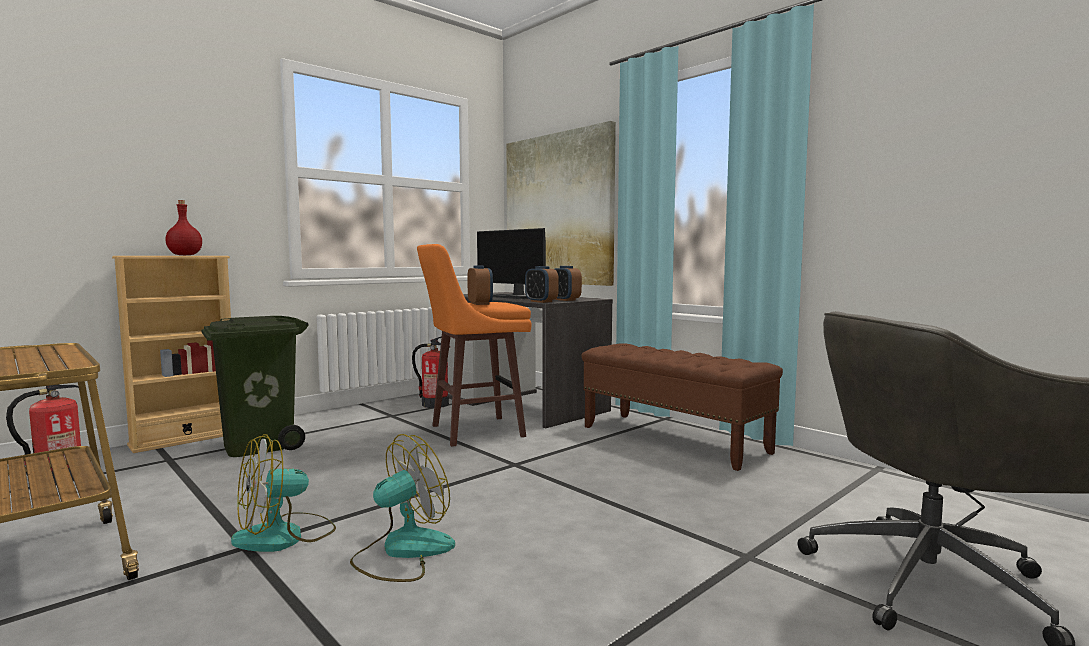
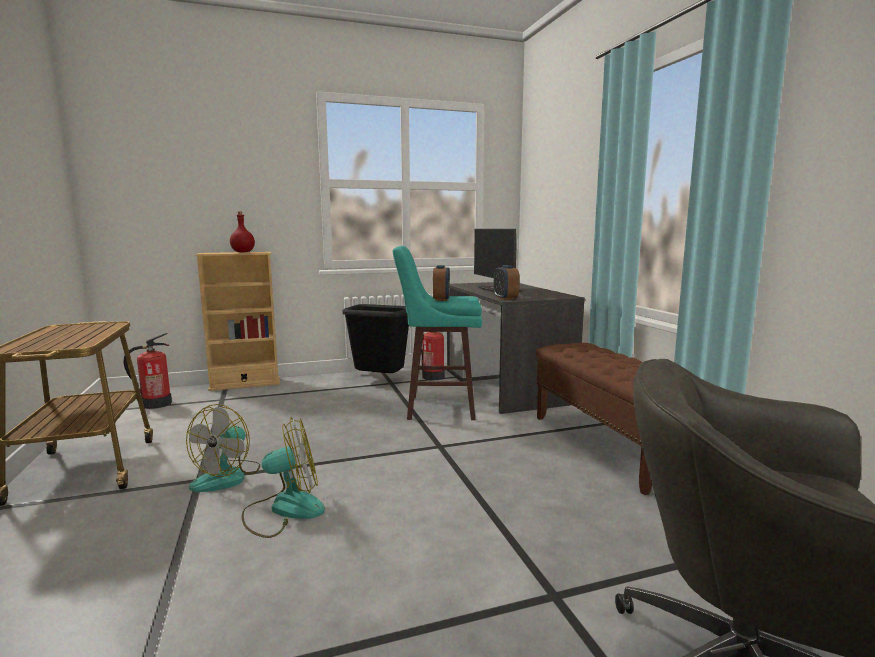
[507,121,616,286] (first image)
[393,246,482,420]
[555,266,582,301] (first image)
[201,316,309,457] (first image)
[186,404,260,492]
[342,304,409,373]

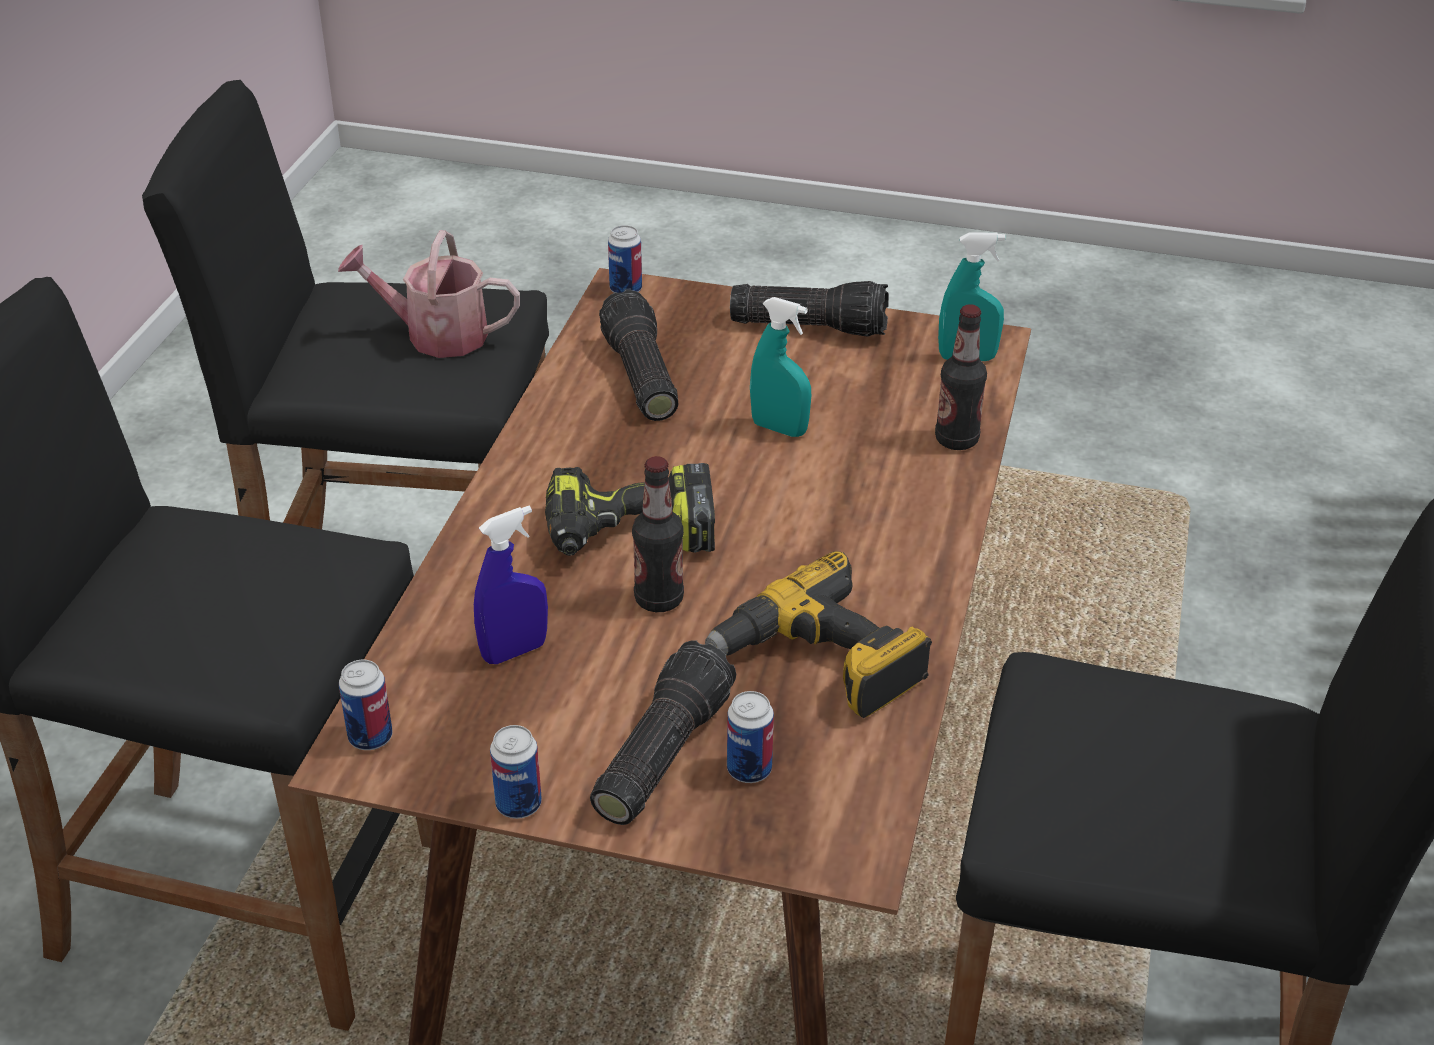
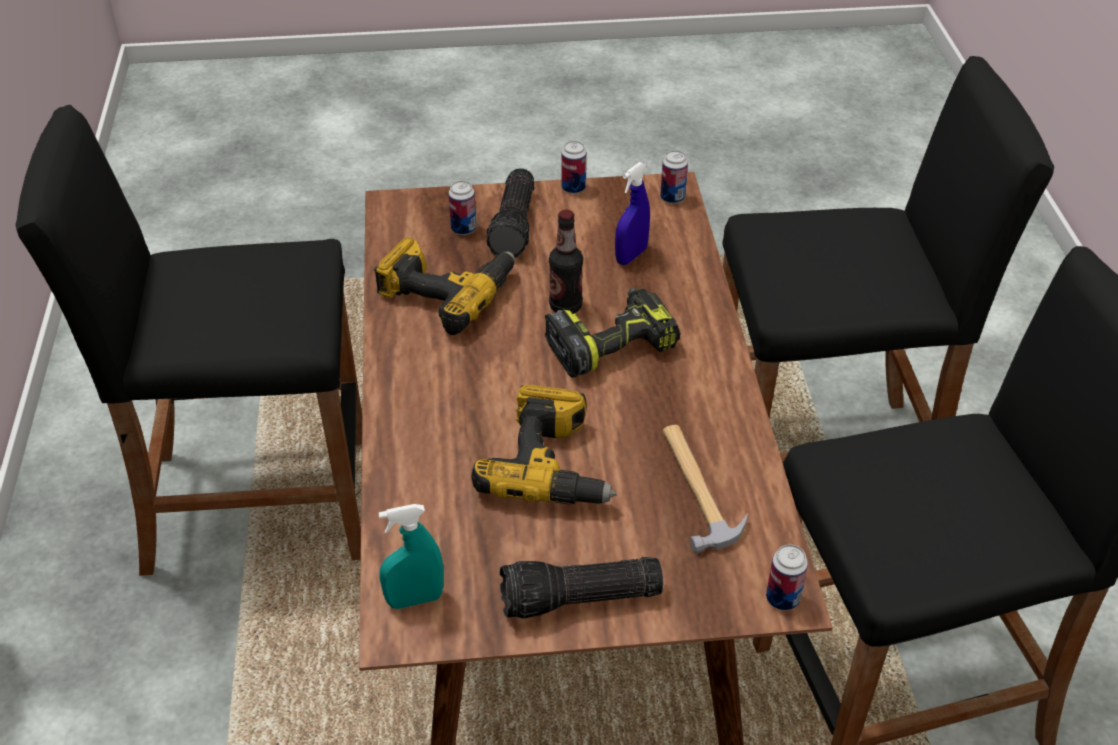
[338,230,520,358] (first image)
[663,425,748,554]
[471,385,617,504]
[935,304,987,450] (first image)

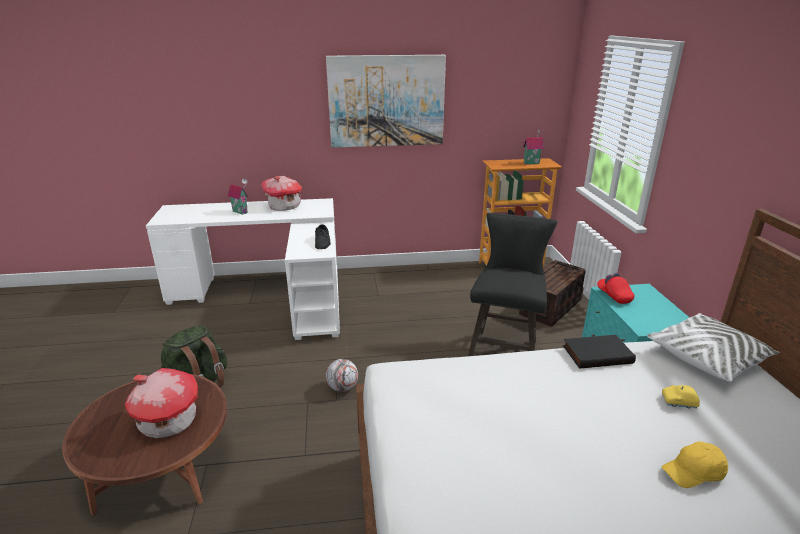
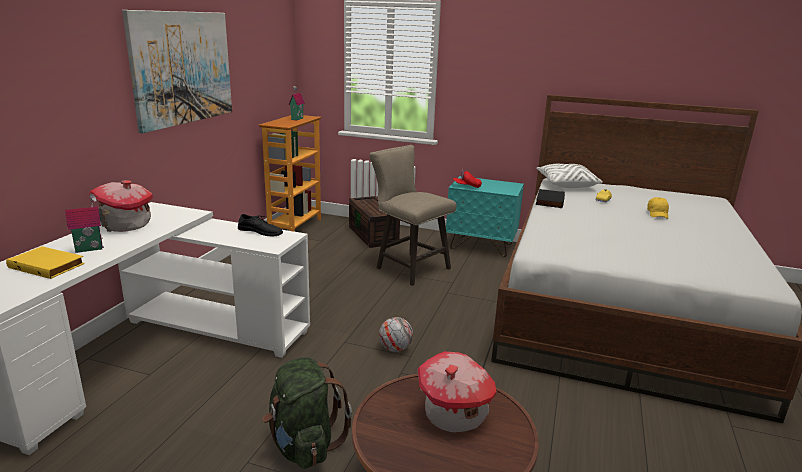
[369,145,456,286]
[6,246,85,279]

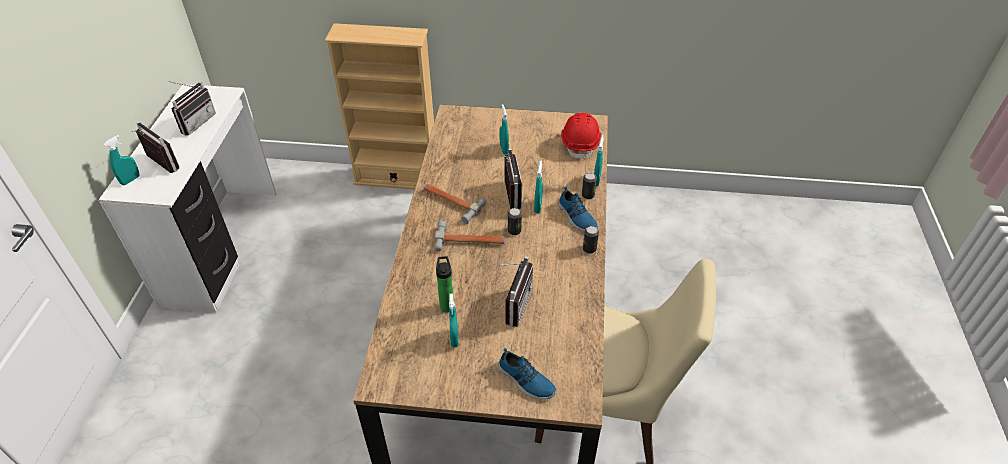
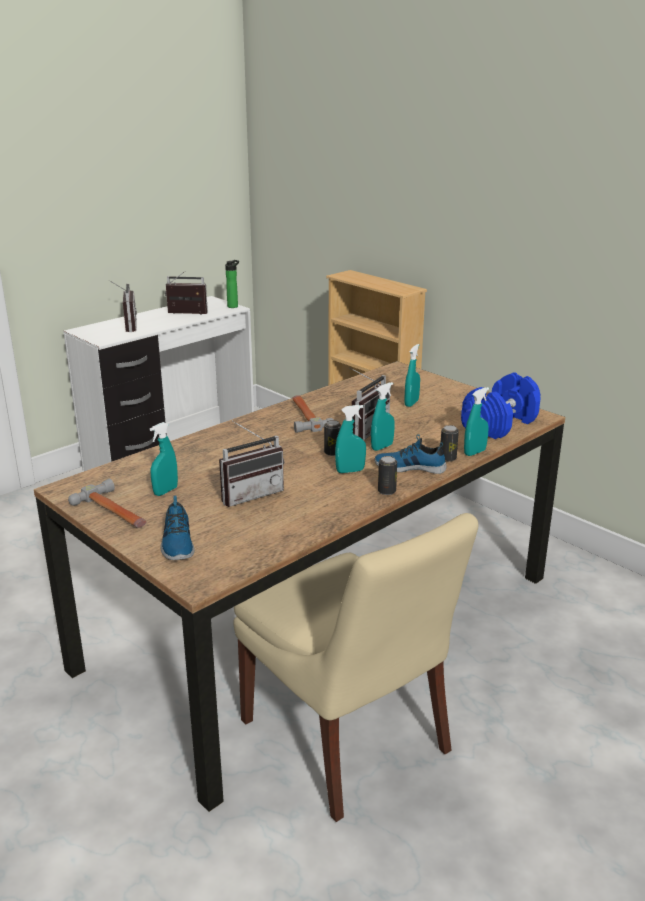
[165,271,208,315]
[461,372,541,439]
[335,405,366,473]
[375,434,447,474]
[68,479,146,528]
[225,260,239,308]

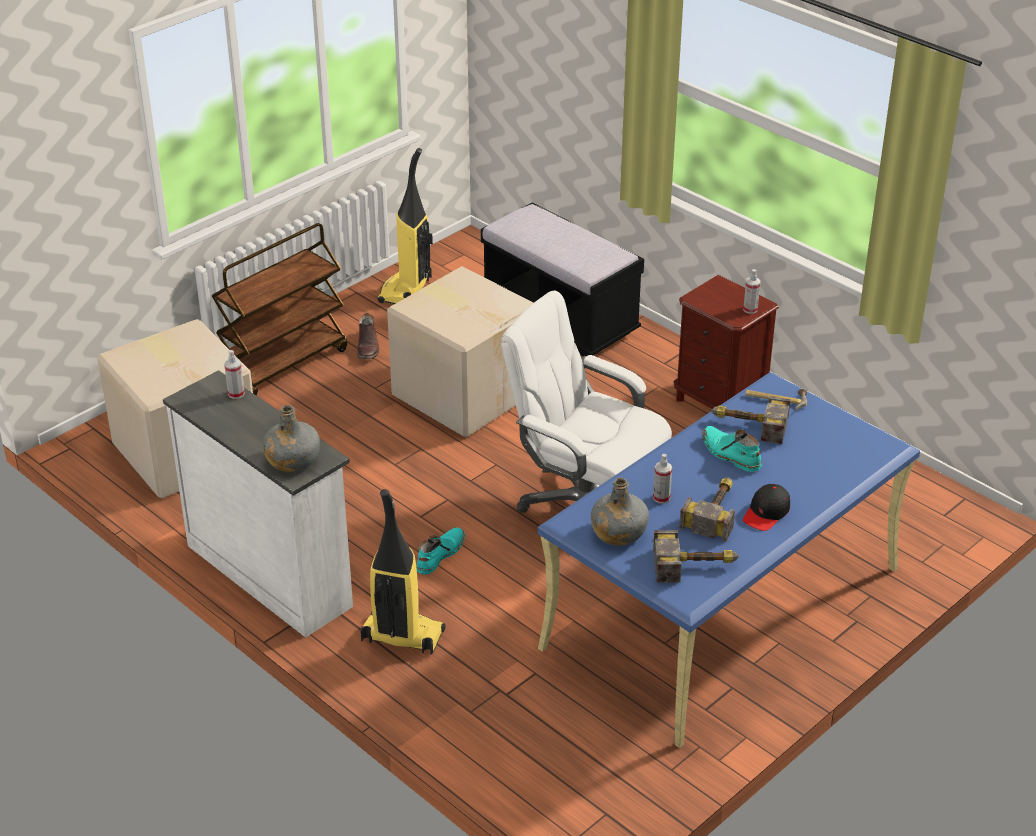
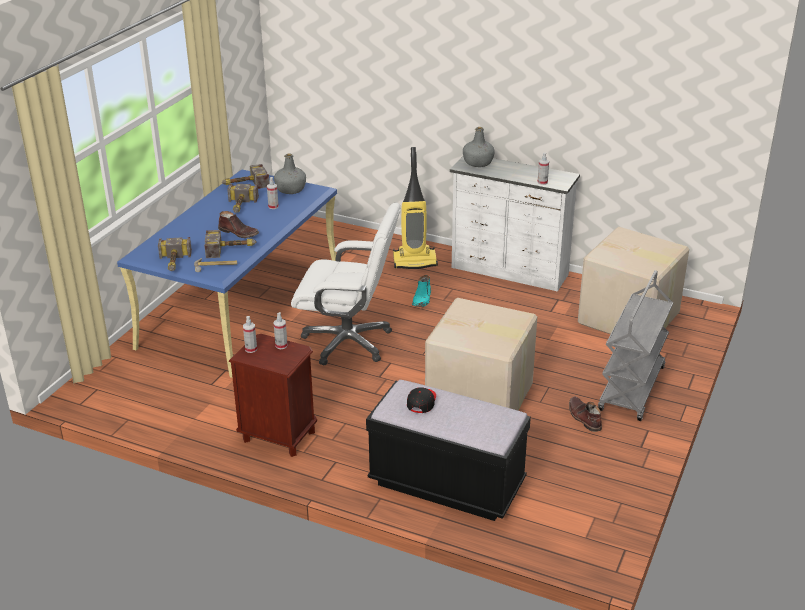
[377,148,433,304] (first image)
[598,270,673,421]
[218,211,259,238]
[407,387,436,413]
[158,237,192,271]
[274,312,288,349]

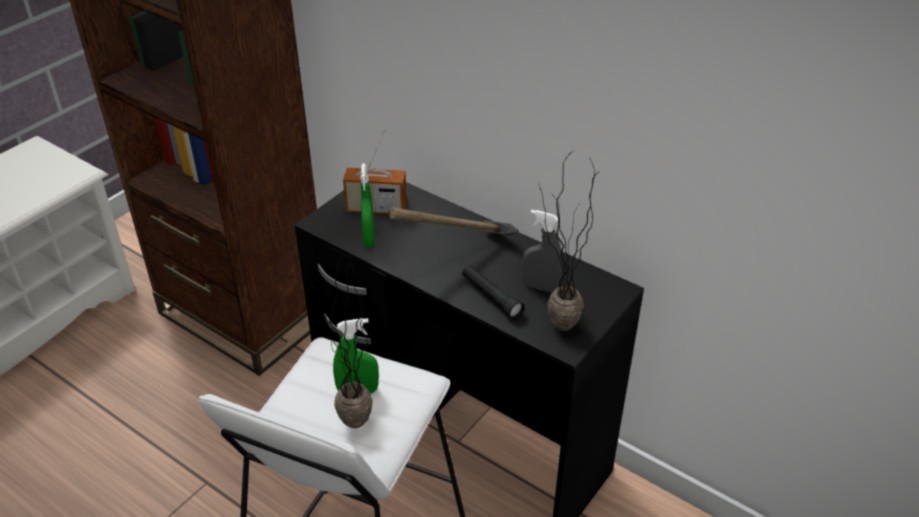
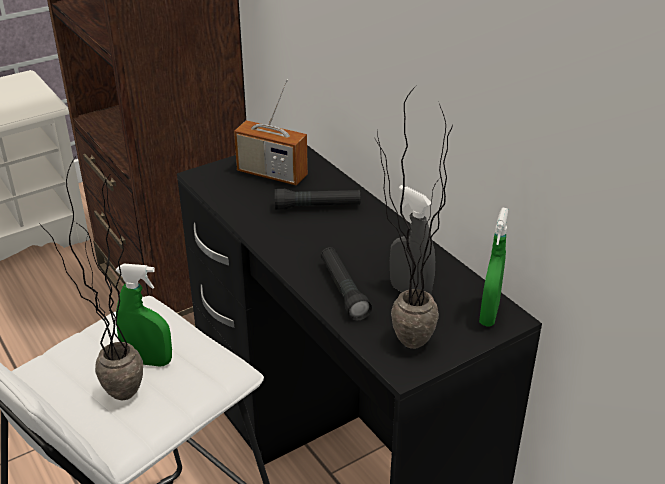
[479,208,508,326]
[389,208,519,235] (first image)
[275,189,360,210]

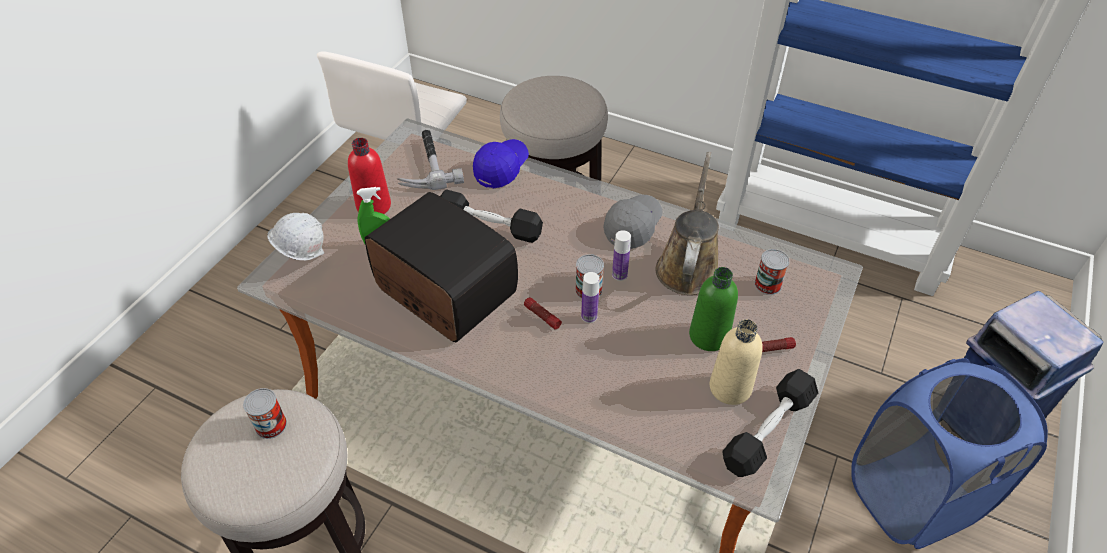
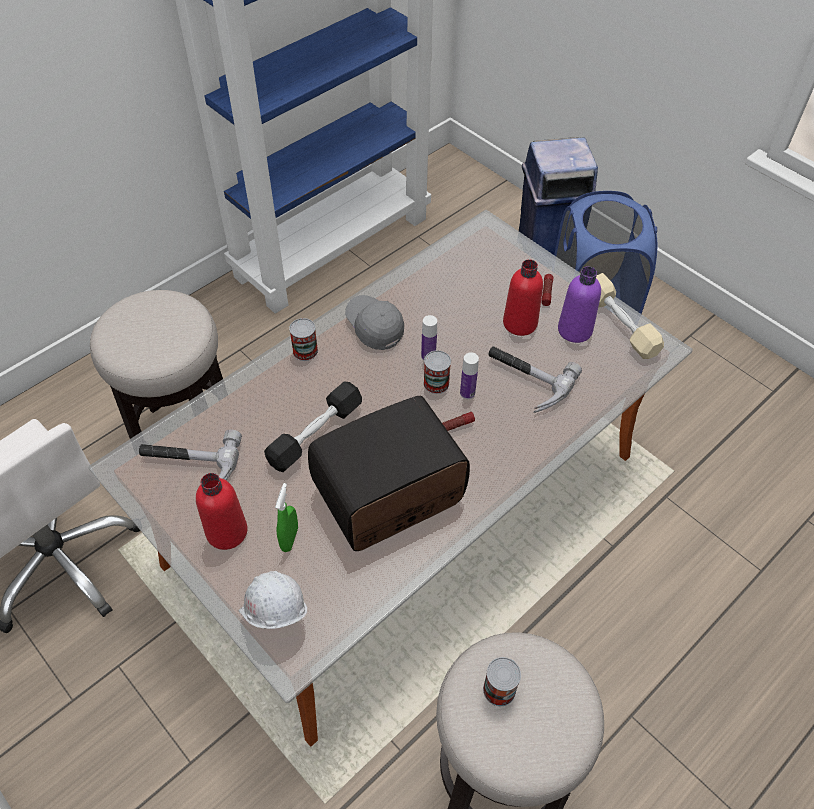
[473,139,529,188] (first image)
[655,152,719,295] (first image)
[289,318,318,361]
[503,259,543,336]
[558,266,601,343]
[596,273,664,359]
[488,346,582,413]

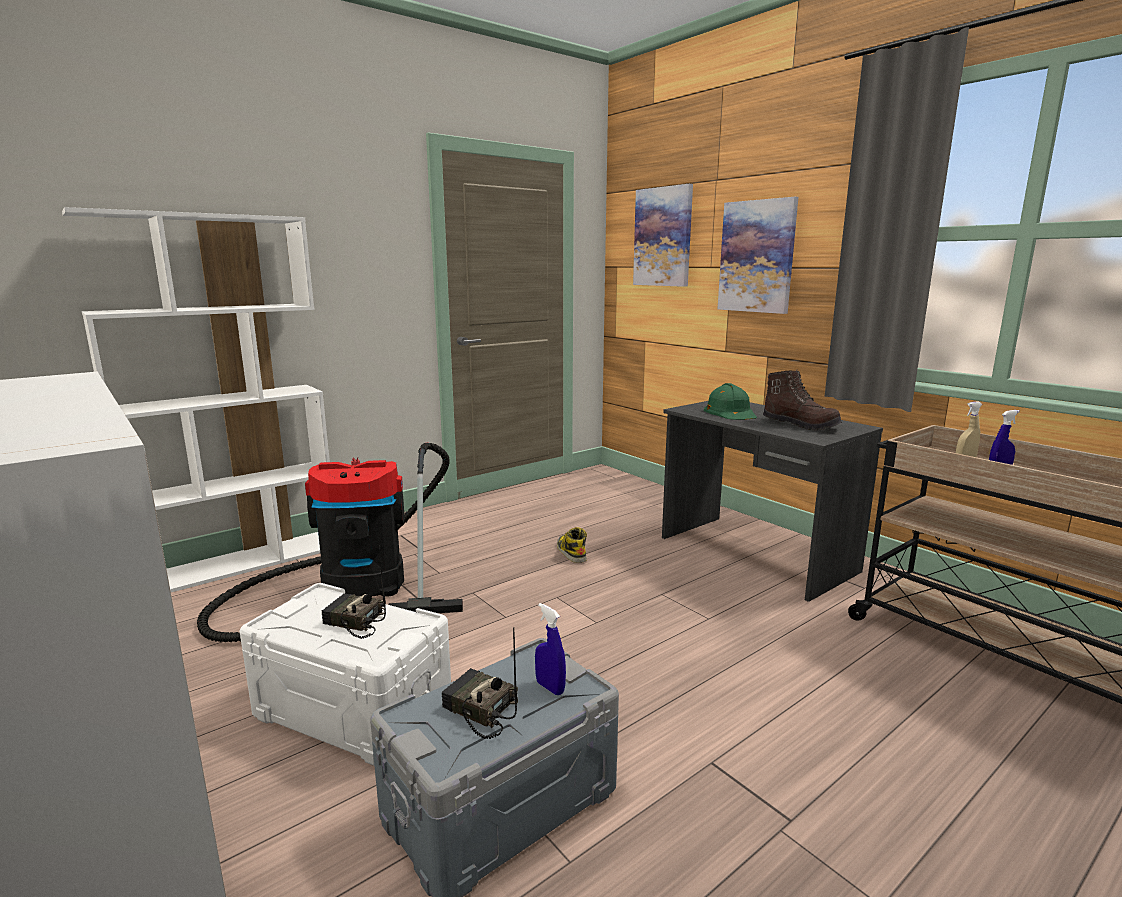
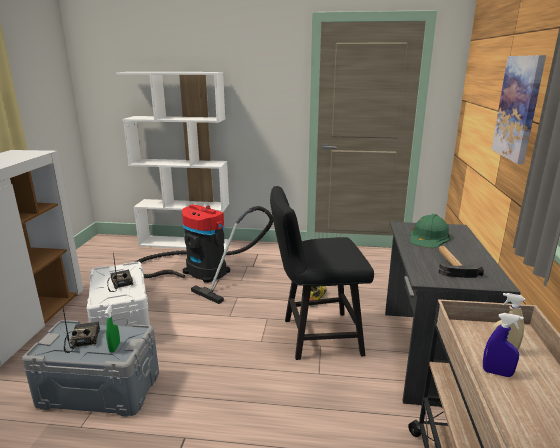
[633,184,693,287] (first image)
[438,245,484,278]
[105,304,120,353]
[270,186,374,360]

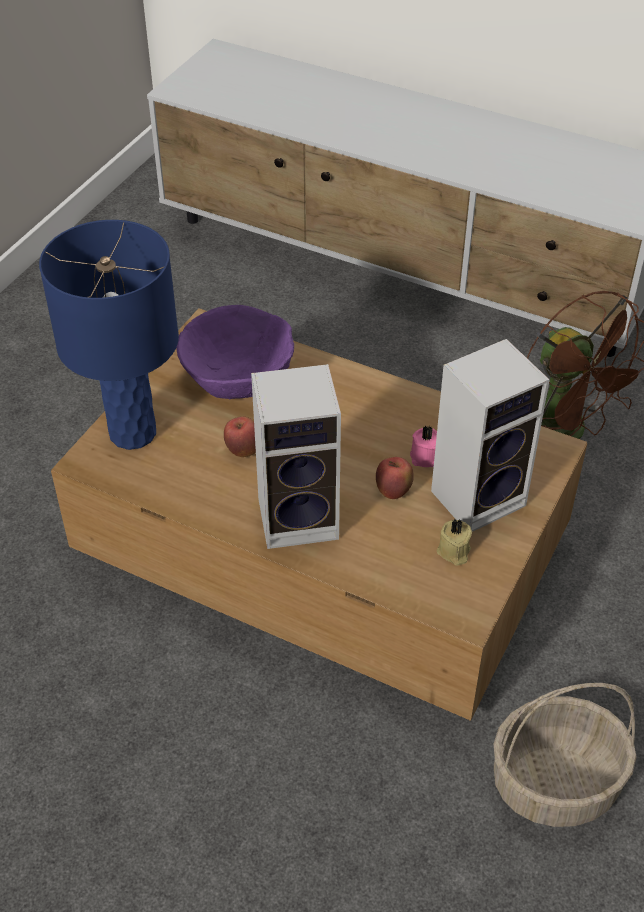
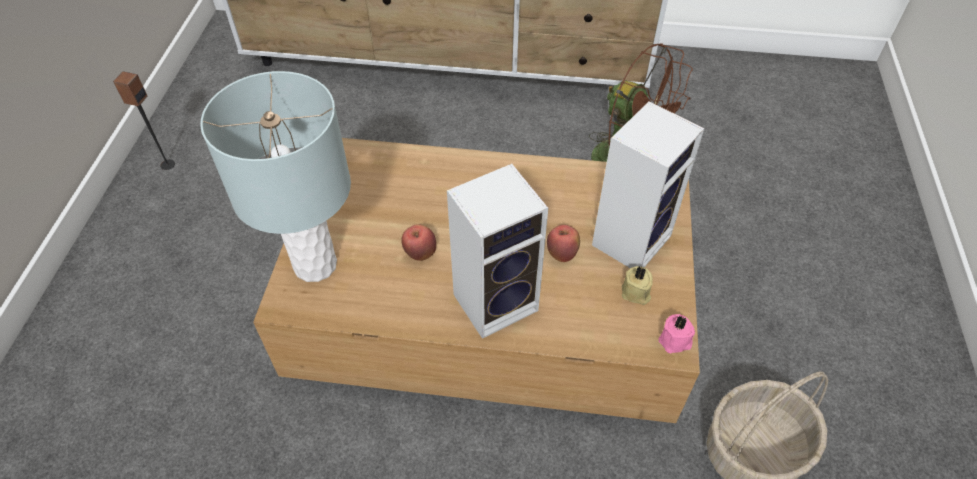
[200,71,351,282]
[176,305,294,400] (first image)
[658,314,695,353]
[113,71,175,170]

